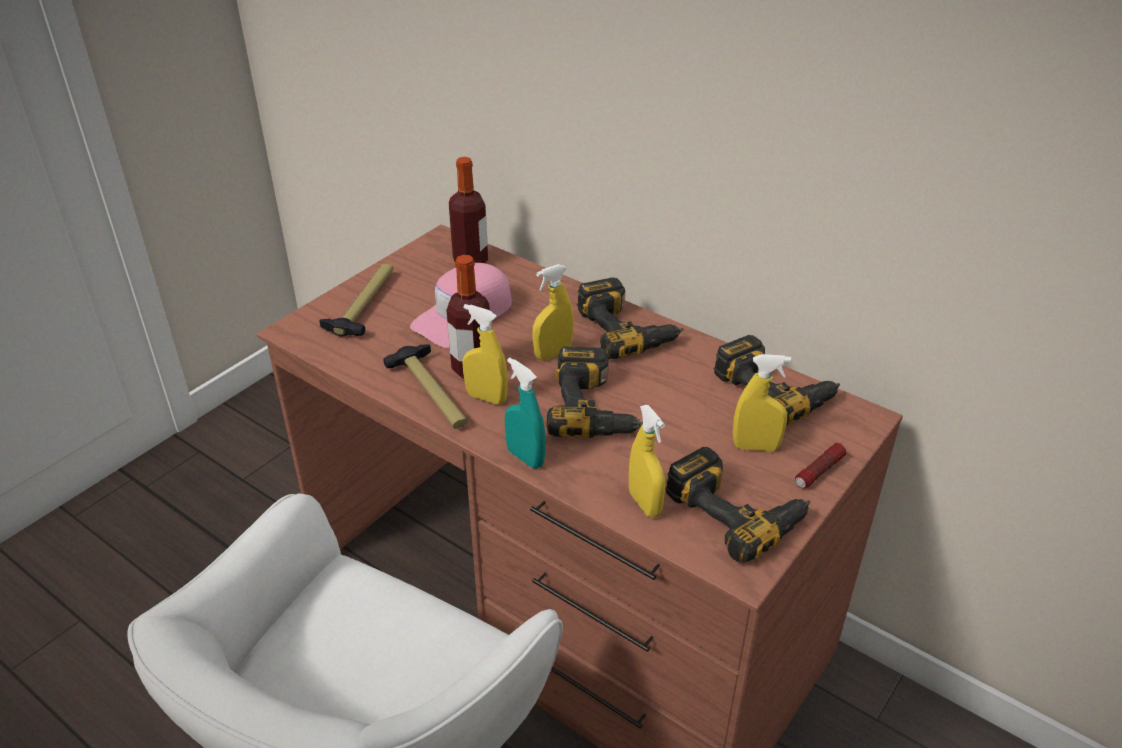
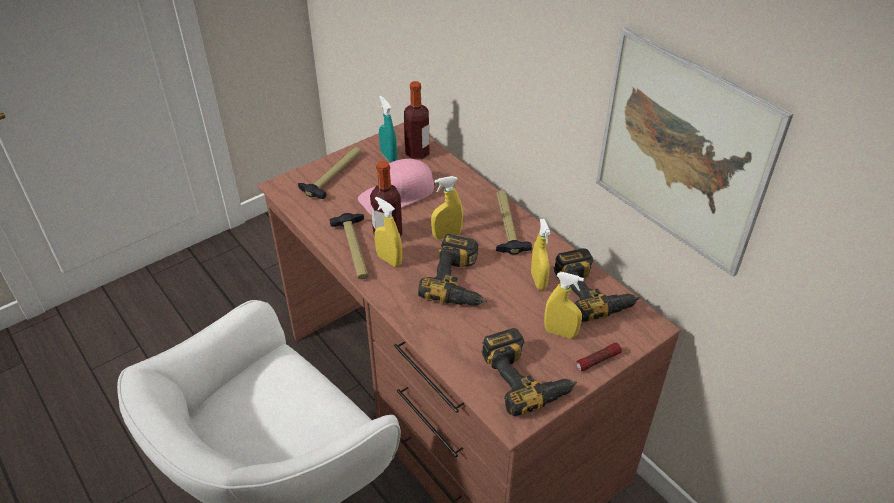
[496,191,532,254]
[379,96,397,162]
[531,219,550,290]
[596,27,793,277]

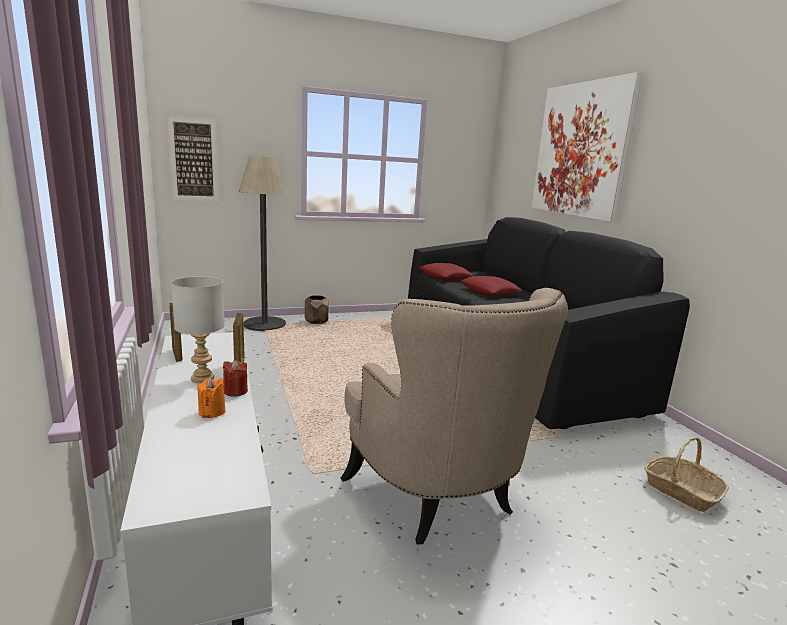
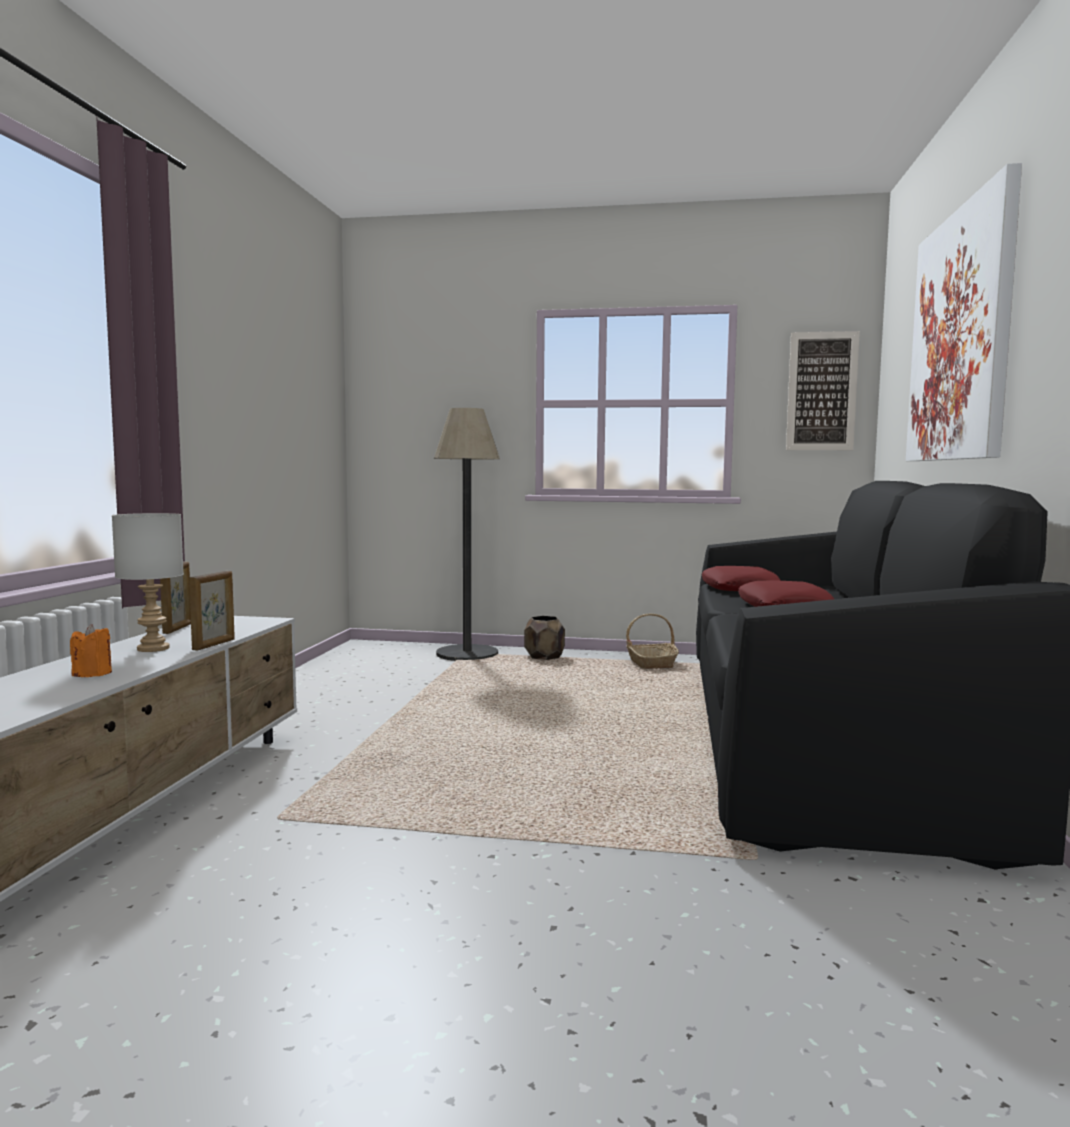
[786,331,860,450]
[341,288,568,544] (first image)
[223,360,248,397] (first image)
[626,614,679,669]

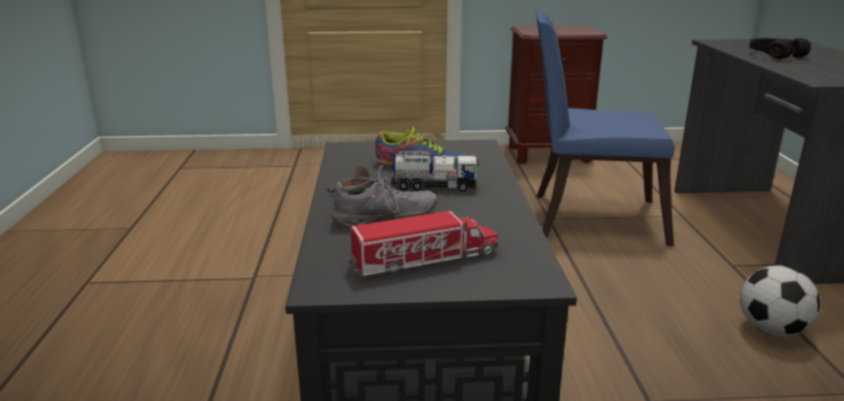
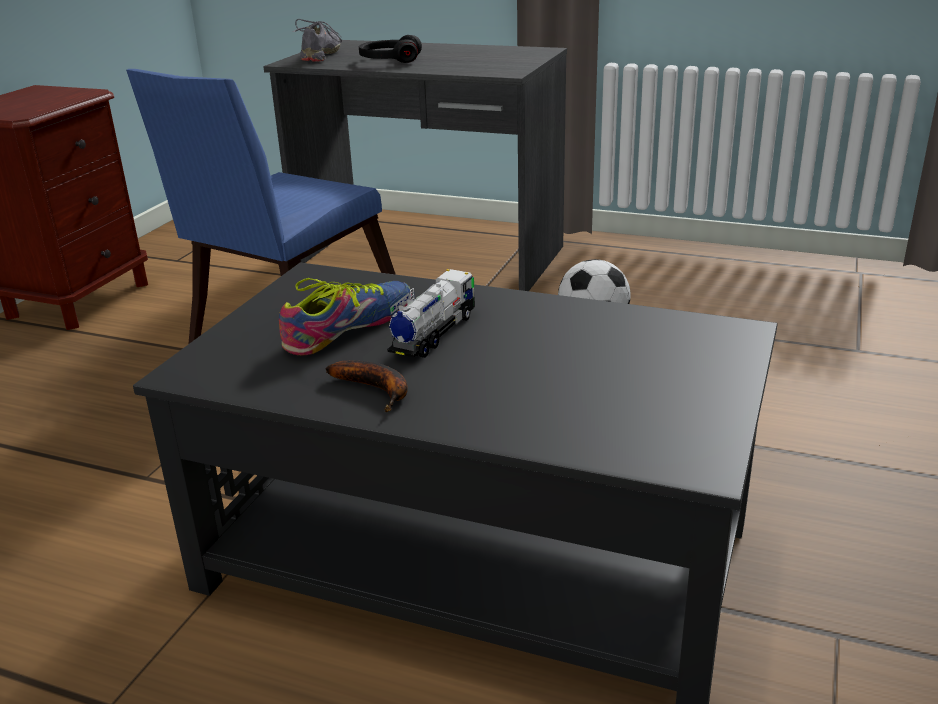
[292,19,342,62]
[347,211,498,276] (first image)

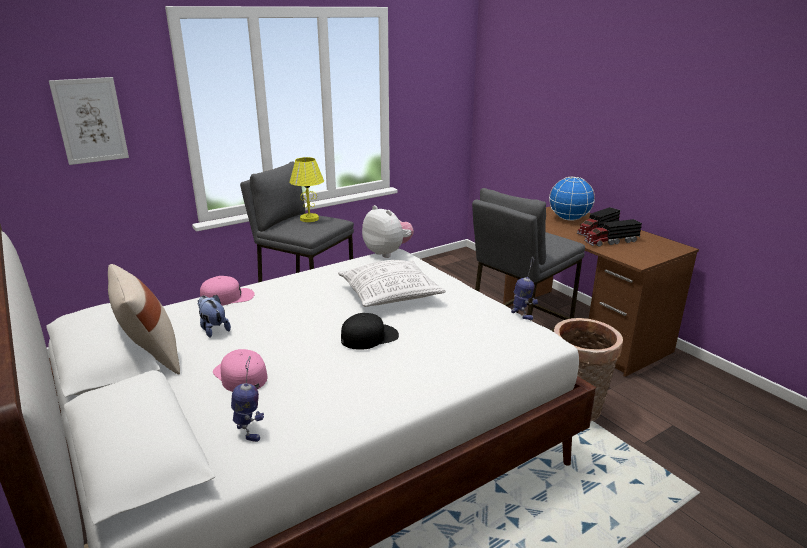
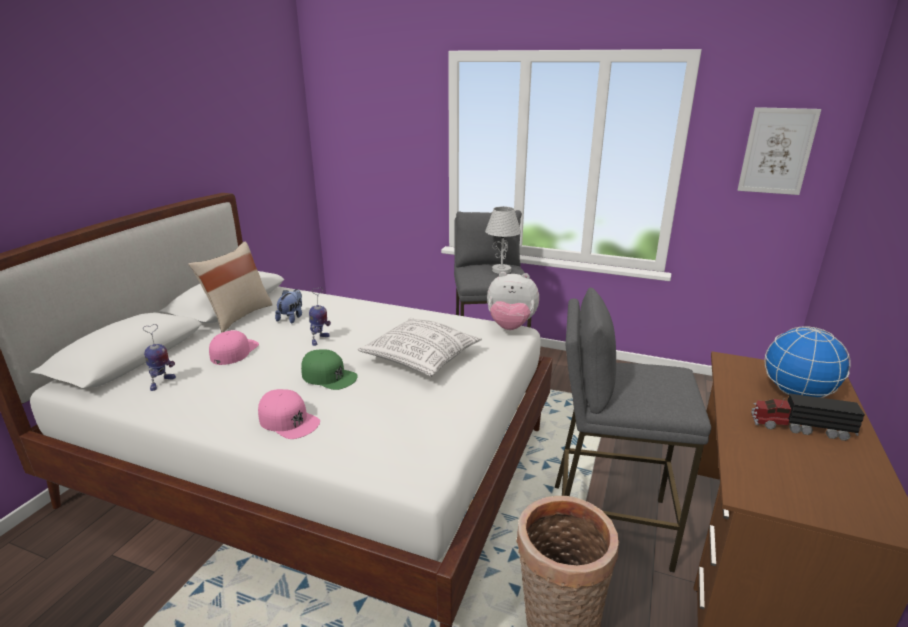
[737,107,821,195]
[485,206,521,274]
[487,272,539,330]
[584,219,642,247] (first image)
[309,287,331,346]
[258,389,320,439]
[301,349,358,390]

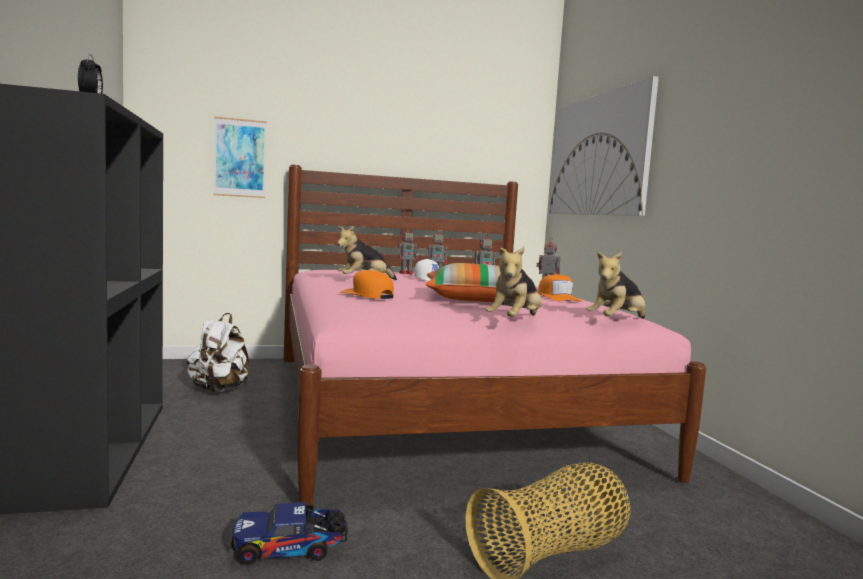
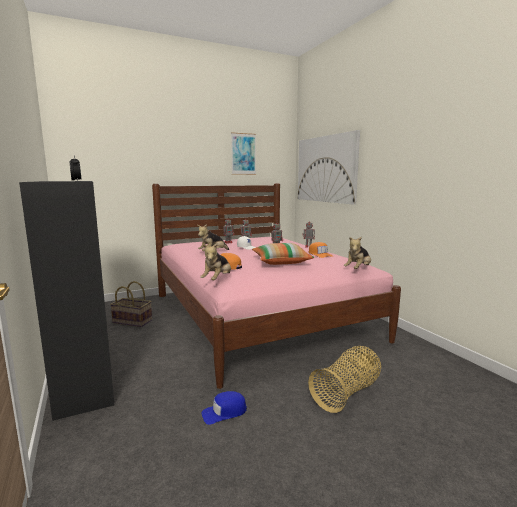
[231,132,256,175]
[200,243,231,280]
[110,281,152,327]
[201,391,247,425]

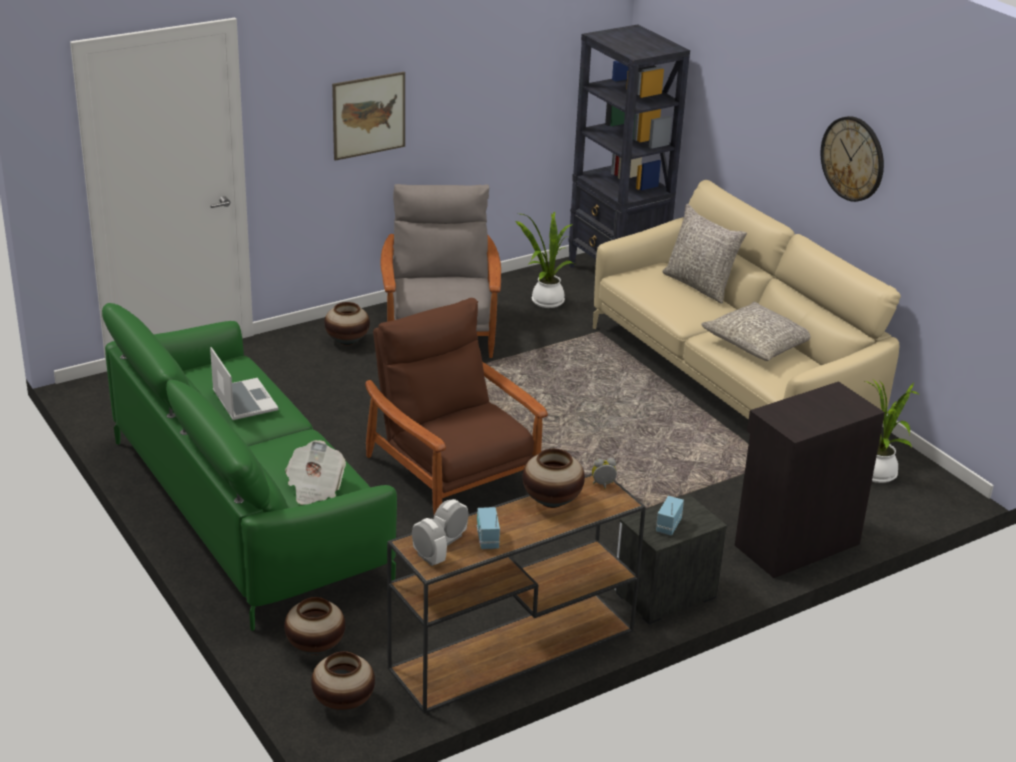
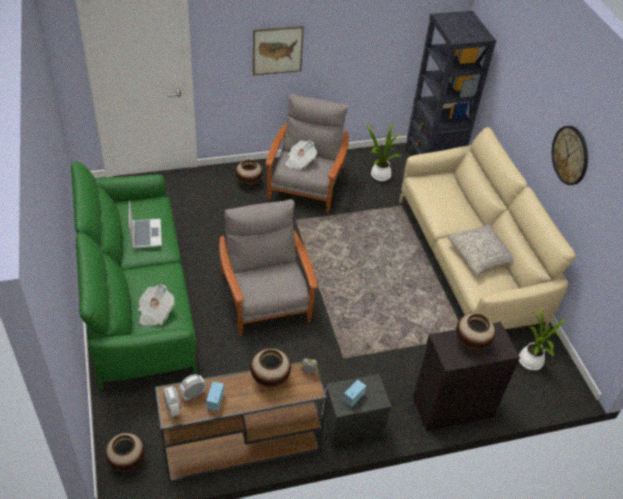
[662,204,747,304] (first image)
[219,199,318,336]
[456,313,495,350]
[285,140,317,170]

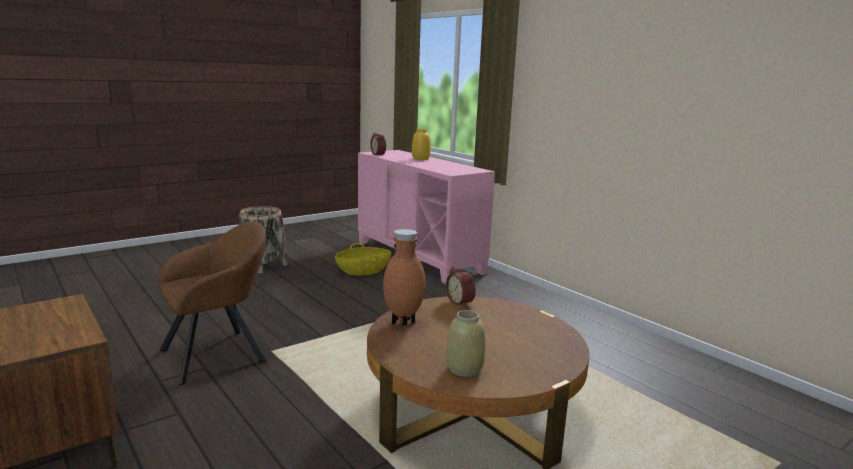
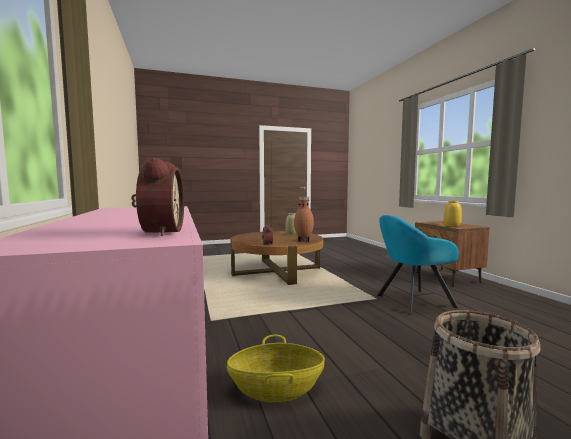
[444,201,462,226]
[377,215,459,315]

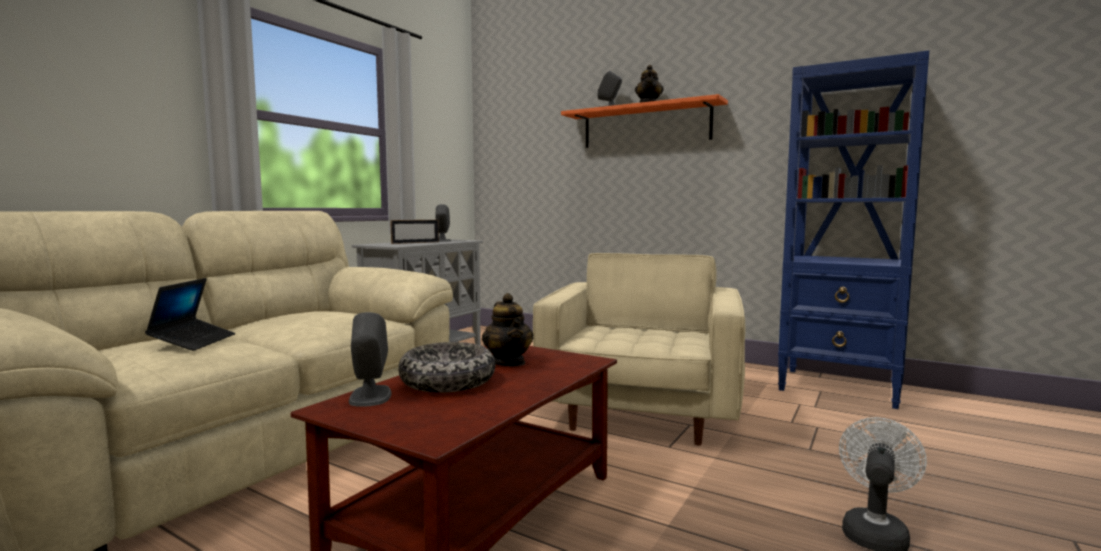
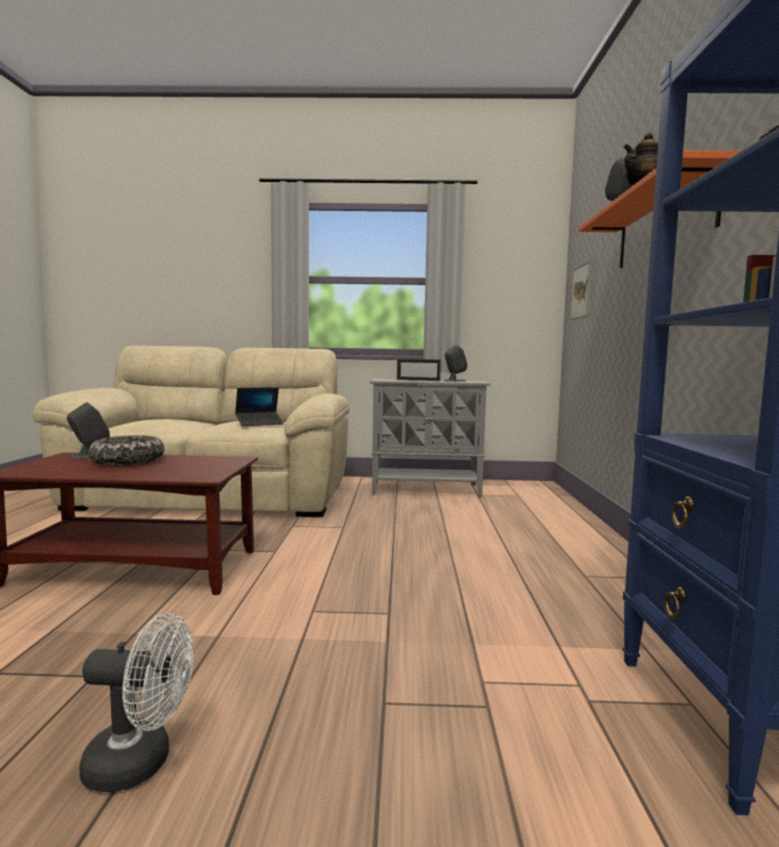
[533,253,746,446] (first image)
[235,387,284,426]
[482,293,534,366] (first image)
[570,260,593,320]

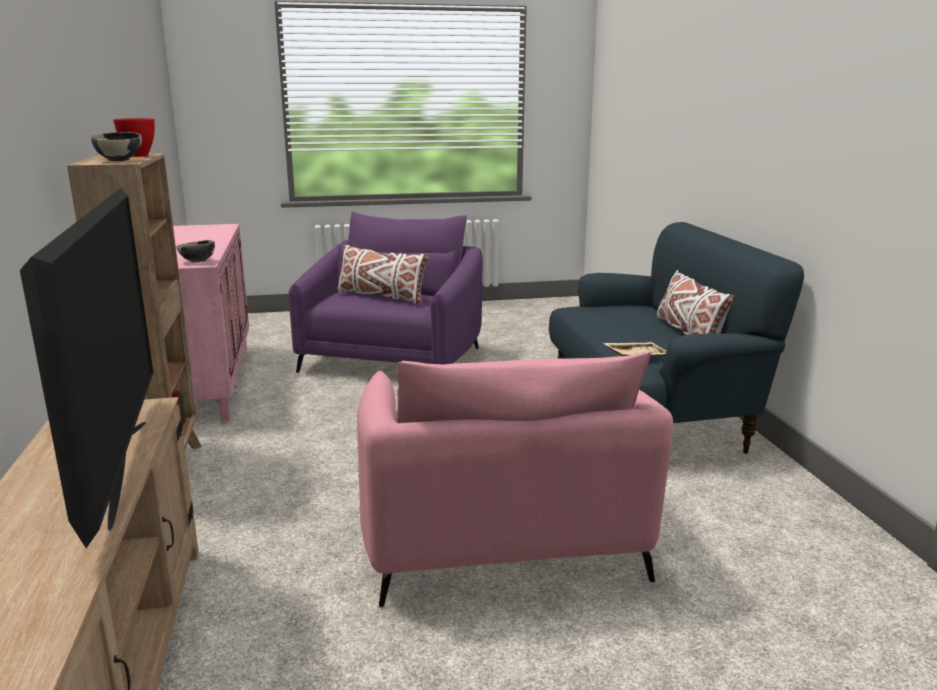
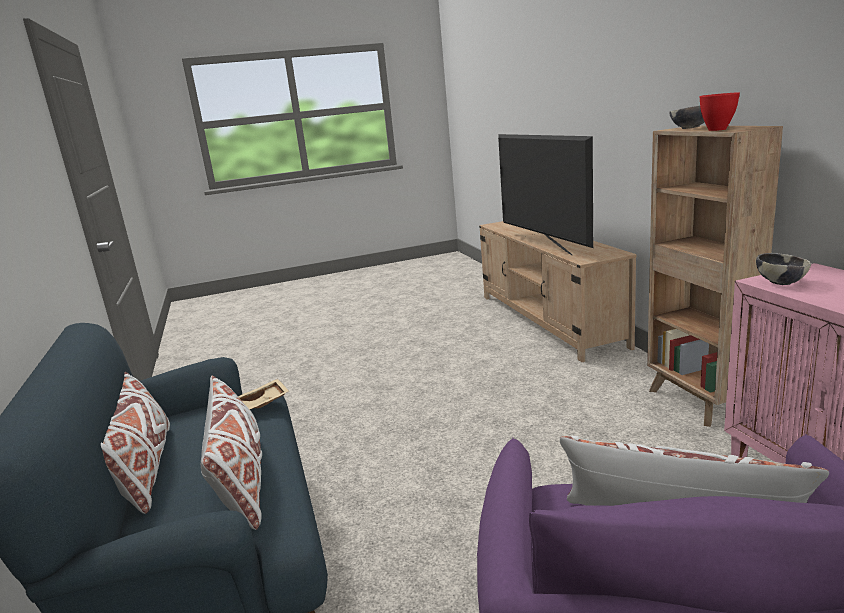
[357,352,674,607] (first image)
[201,375,262,530]

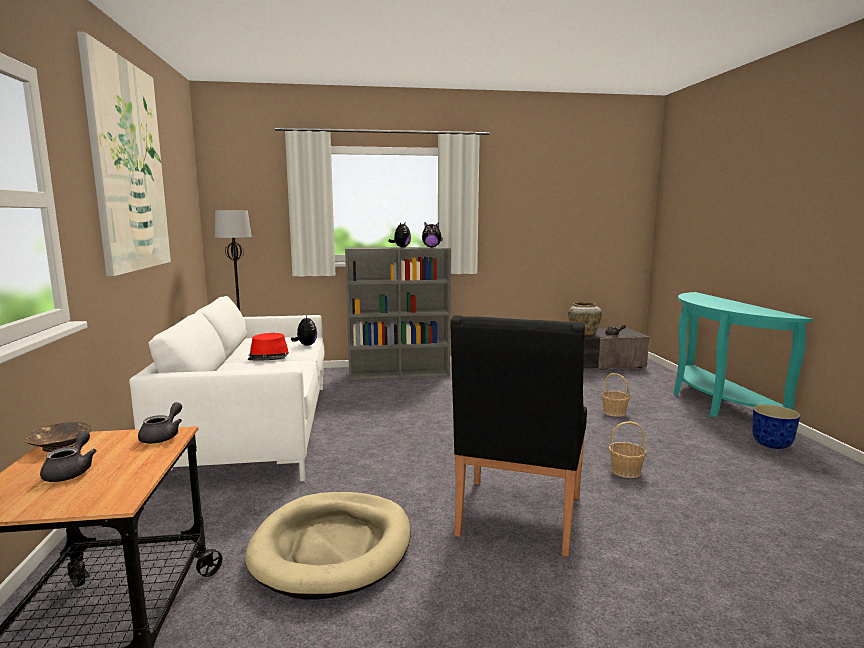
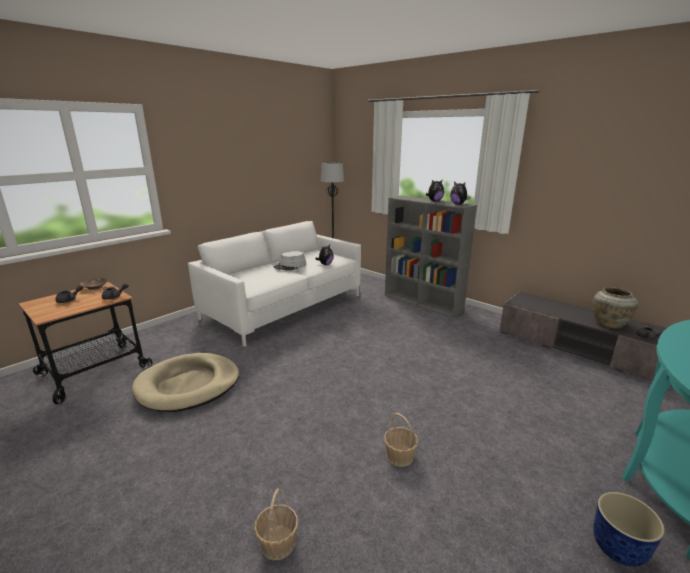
[77,32,171,277] (first image)
[451,315,587,557] (first image)
[273,251,306,271]
[254,488,298,560]

